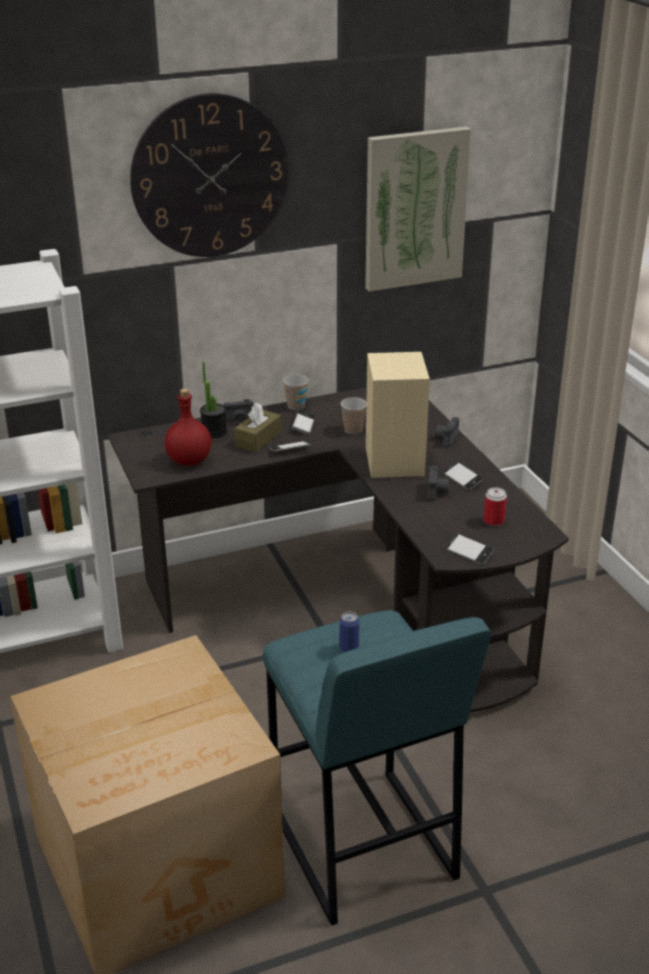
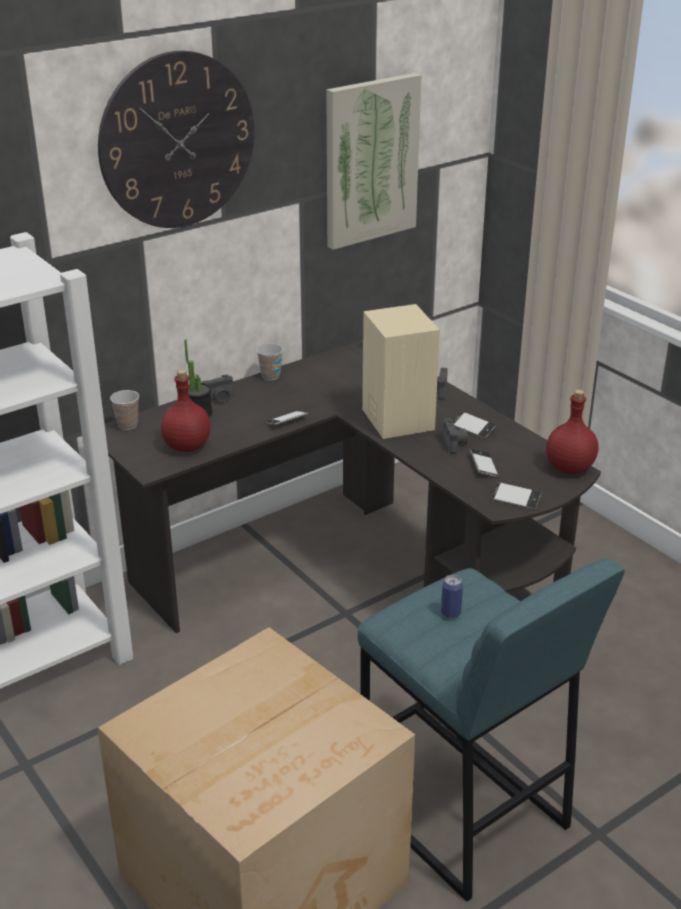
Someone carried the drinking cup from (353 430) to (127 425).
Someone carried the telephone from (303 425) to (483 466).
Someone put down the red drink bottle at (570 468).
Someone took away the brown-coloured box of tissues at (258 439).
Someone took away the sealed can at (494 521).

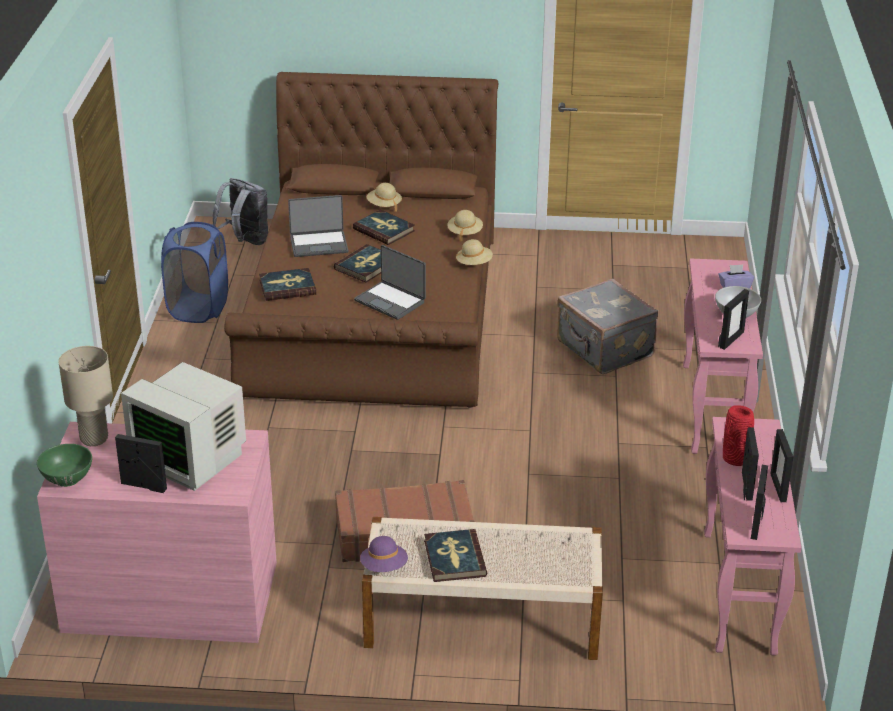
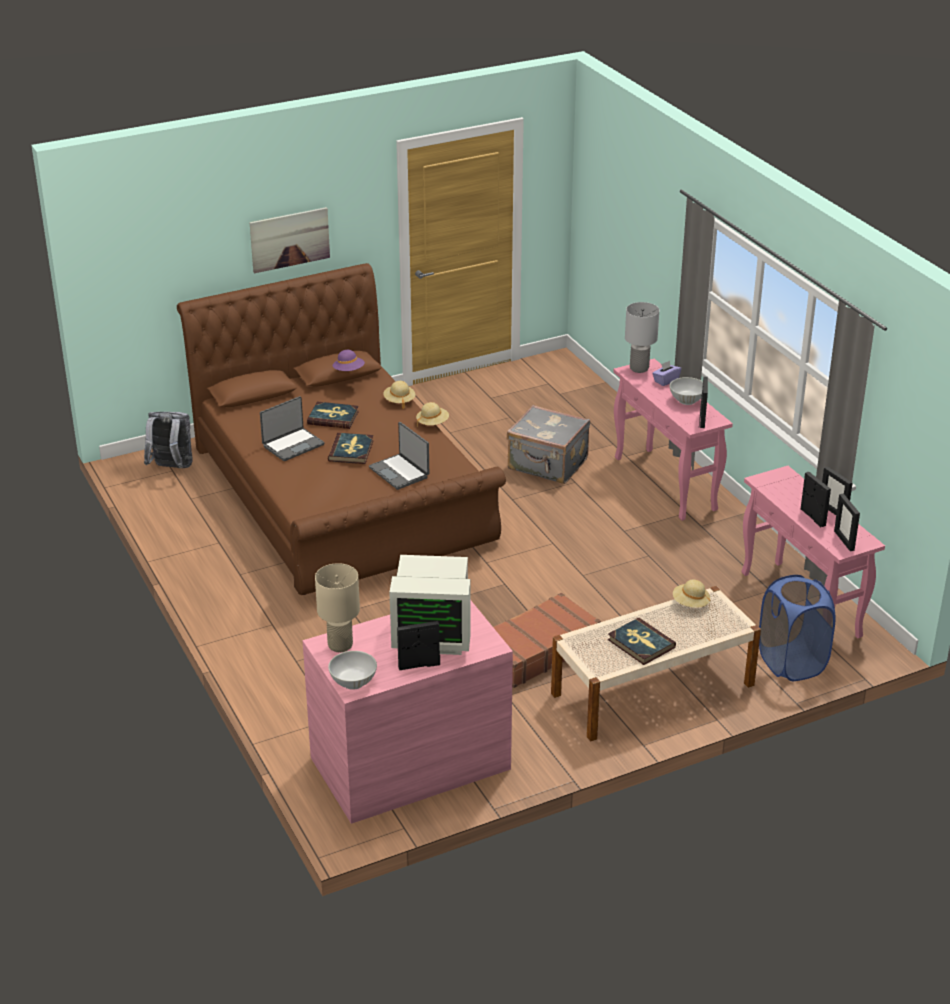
Someone put up the wall picture at (289 239).
Someone repainted the green-coloured deep dish at (67 478), which became the white deep dish at (353 682).
Someone carried the purple-coloured clothing hat from (384 567) to (349 371).
Someone rotated the portable computer at (391 301) by 45 degrees clockwise.
Someone put down the greyish table lamp at (639 370).
Someone carried the beige-coloured clothing hat from (384 205) to (690 603).
Someone carried the blue hamper from (198 308) to (791 663).
Someone took away the bound book at (287 287).
Someone took away the red decorative vase at (736 459).

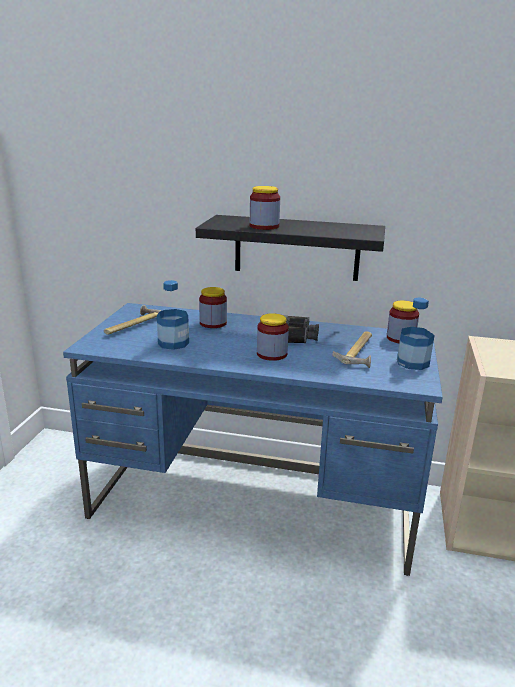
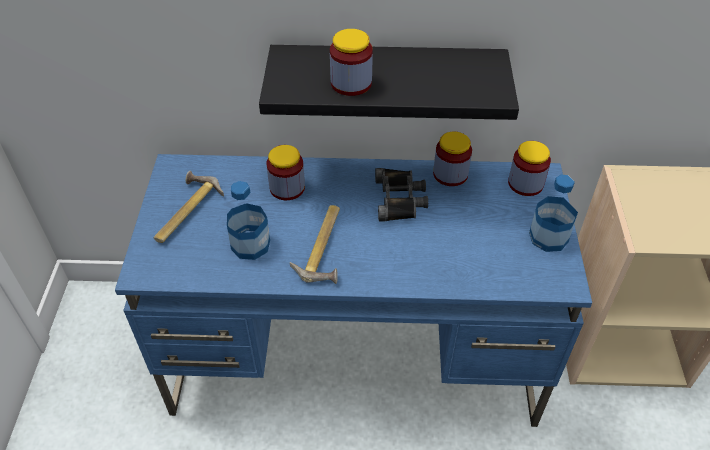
Someone carried the hammer from (360 352) to (326 247).
Someone carried the storage jar from (272 354) to (450 174).

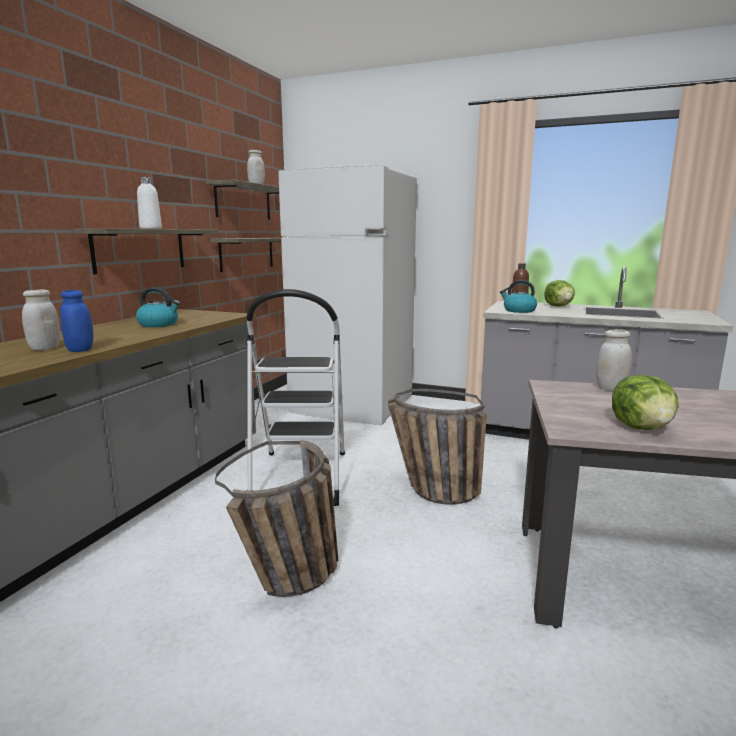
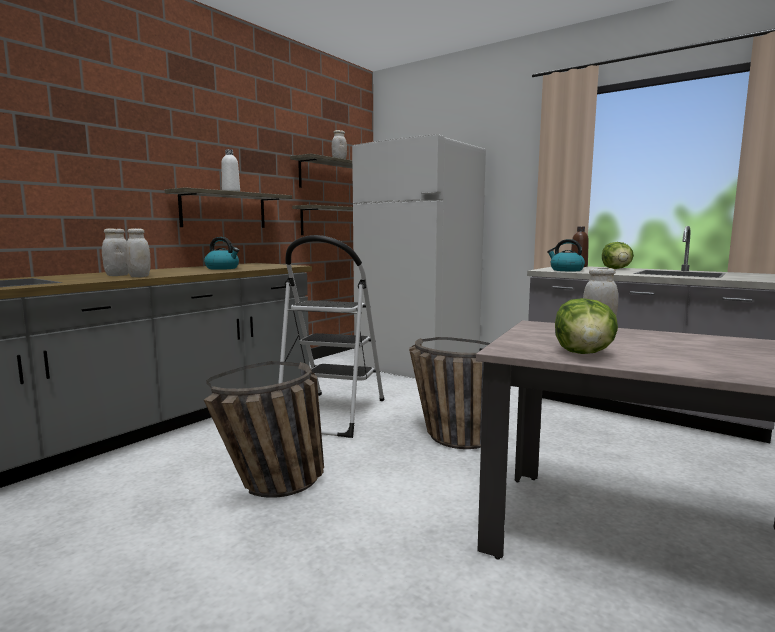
Someone repainted the blue storage jar at (80 350), which became the white storage jar at (140 276).

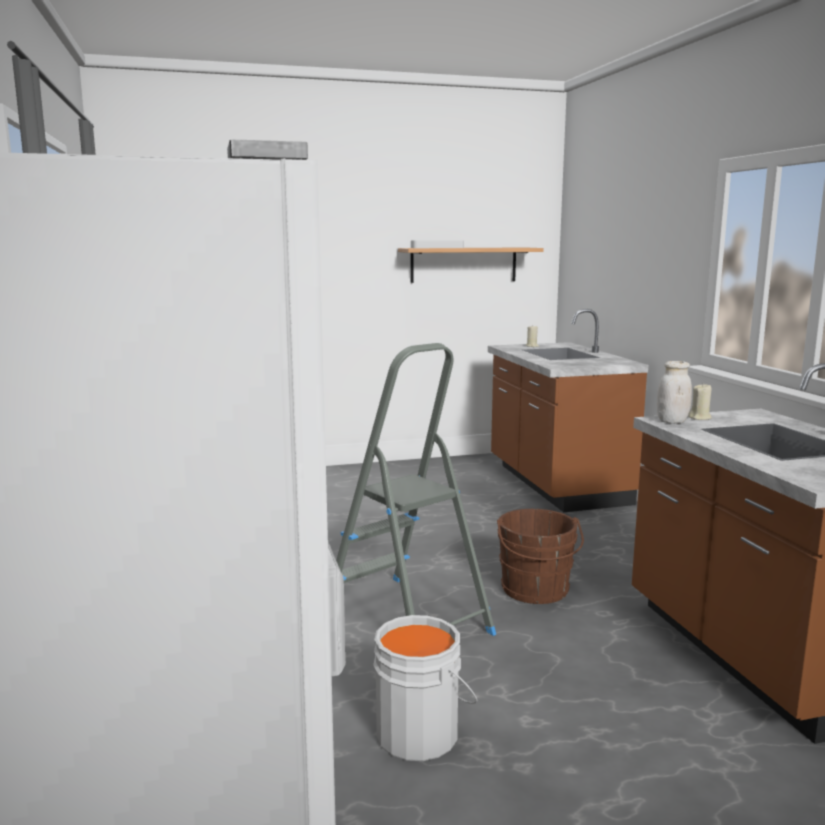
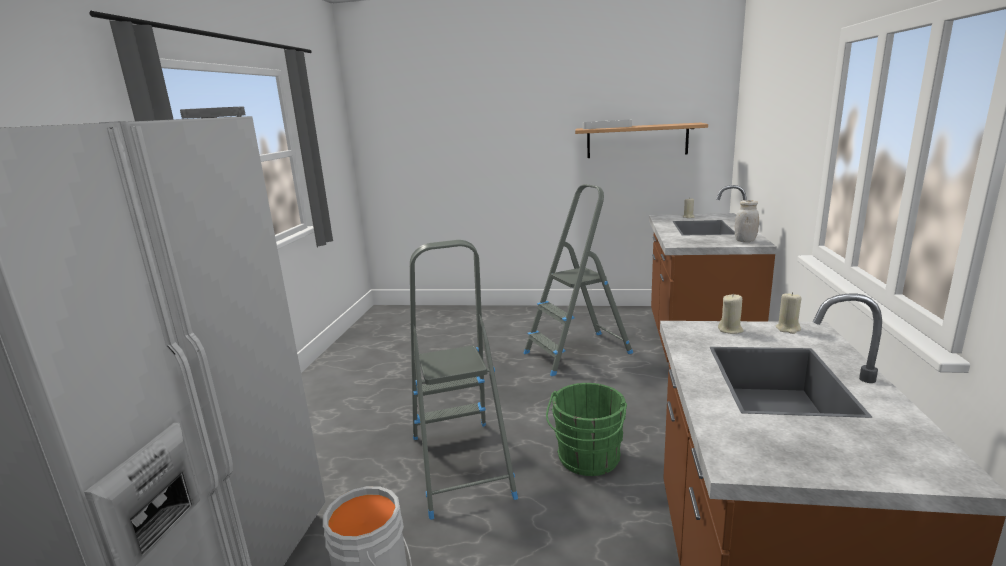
Someone put down the greyish step stool at (576 353).
Someone repainted the brown-coloured pail at (535 591), which became the green-coloured pail at (587 460).
Someone carried the white storage jar from (672 421) to (745 241).
Someone put down the beige-coloured wax light at (788 329).

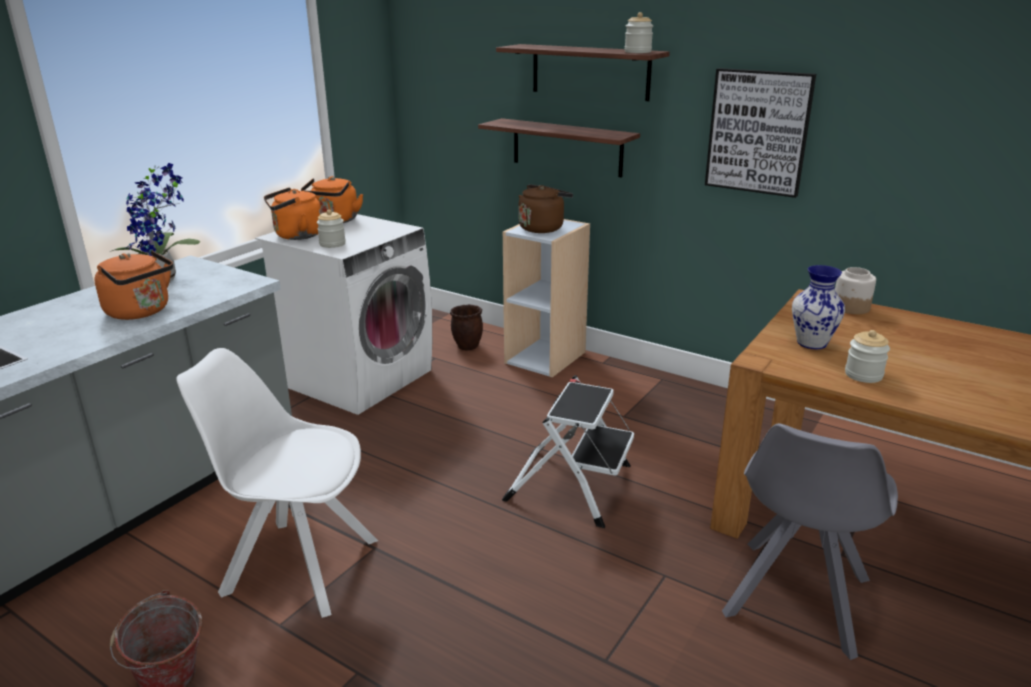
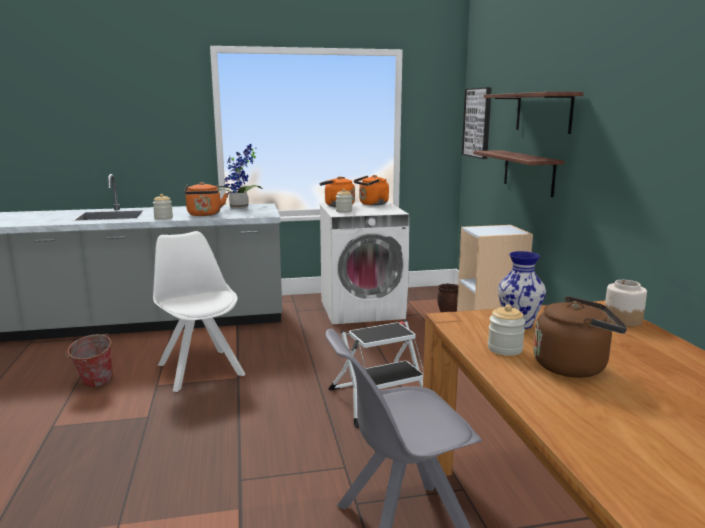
Someone carried the storage jar from (637 52) to (163 218).
Someone carried the wall picture from (758 132) to (477 122).
Someone carried the brown-coloured water kettle from (543 228) to (574 366).

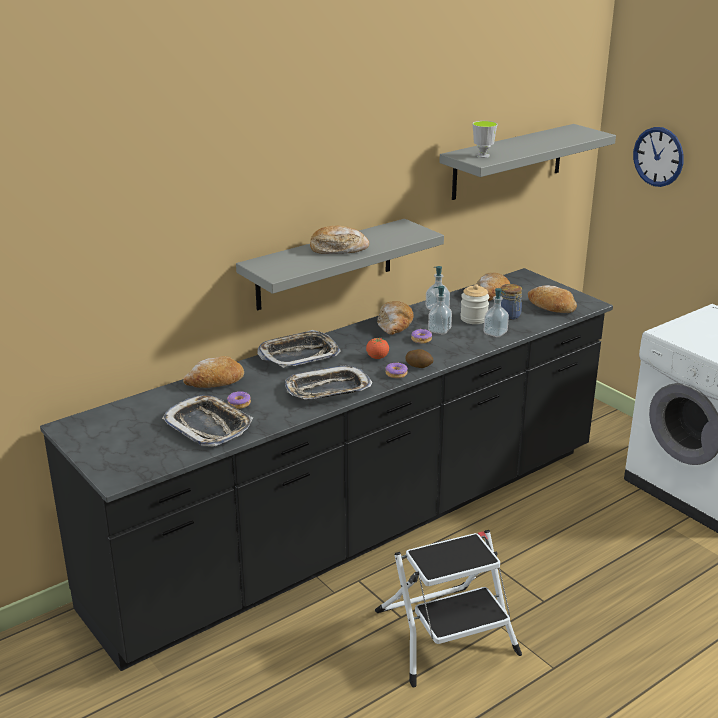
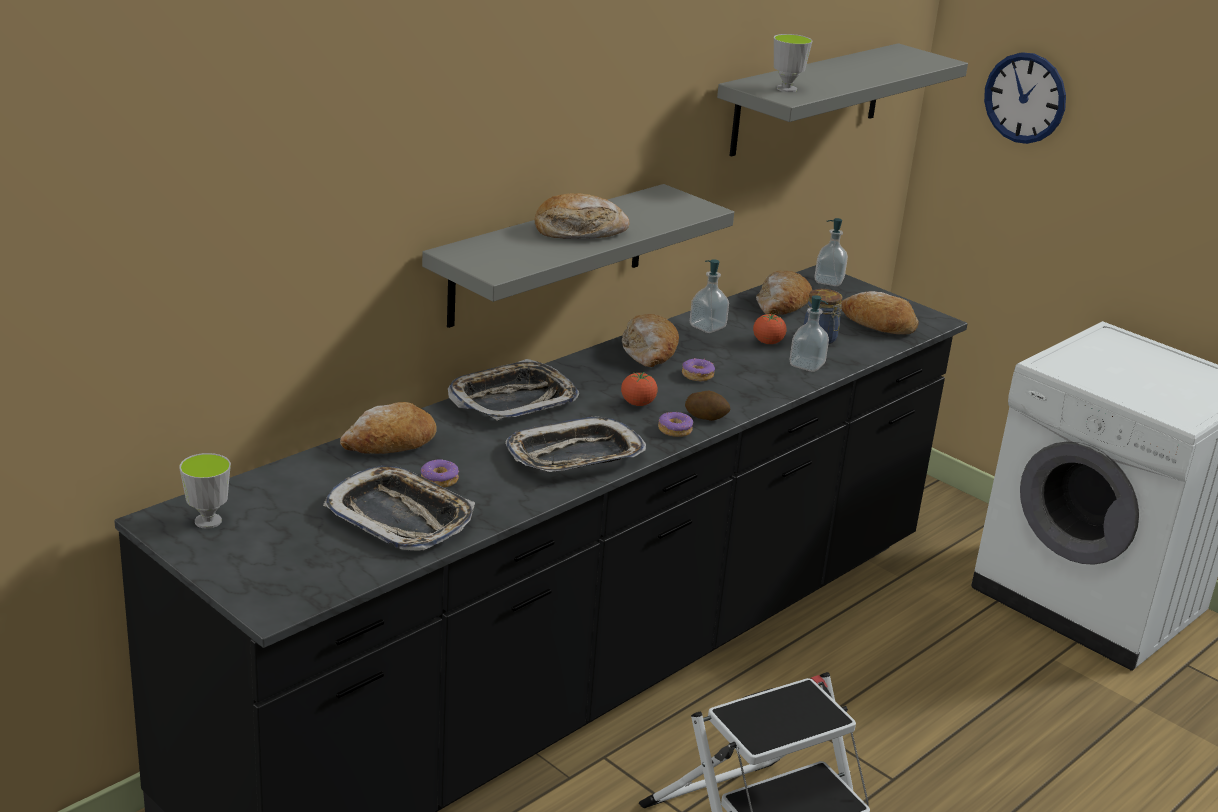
Someone put down the drinking cup at (208 521).
Someone swapped the storage jar at (474 319) for the whole tomato at (768 342).
Someone carried the soap bottle from (439 330) to (828 281).

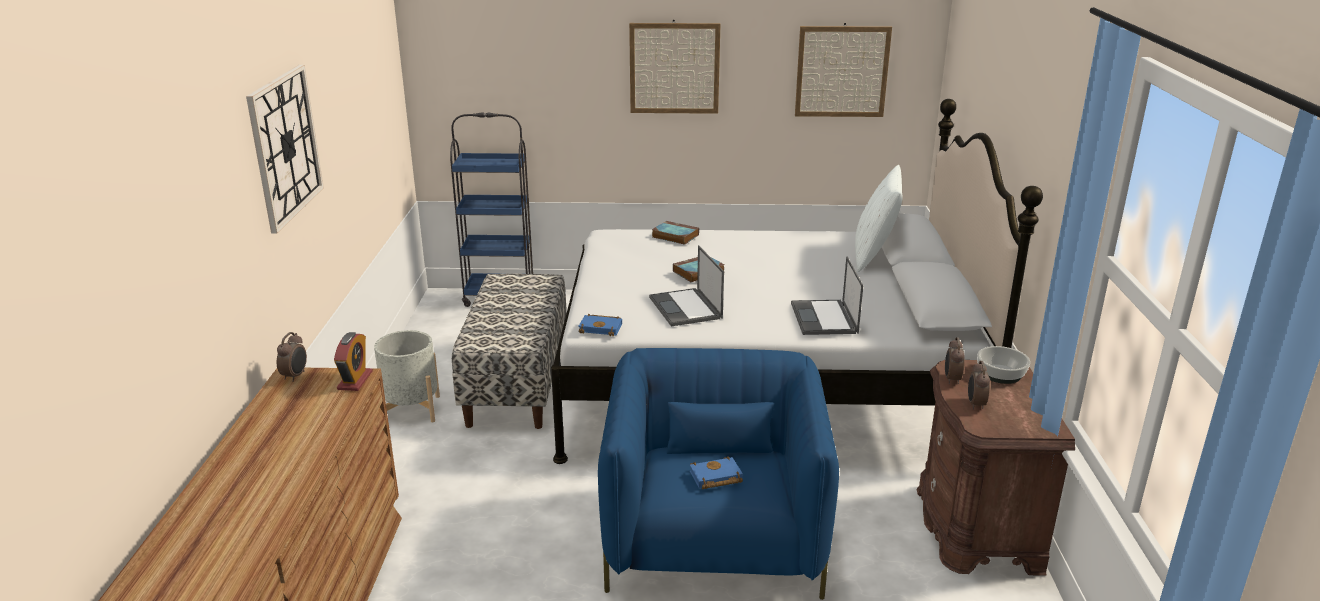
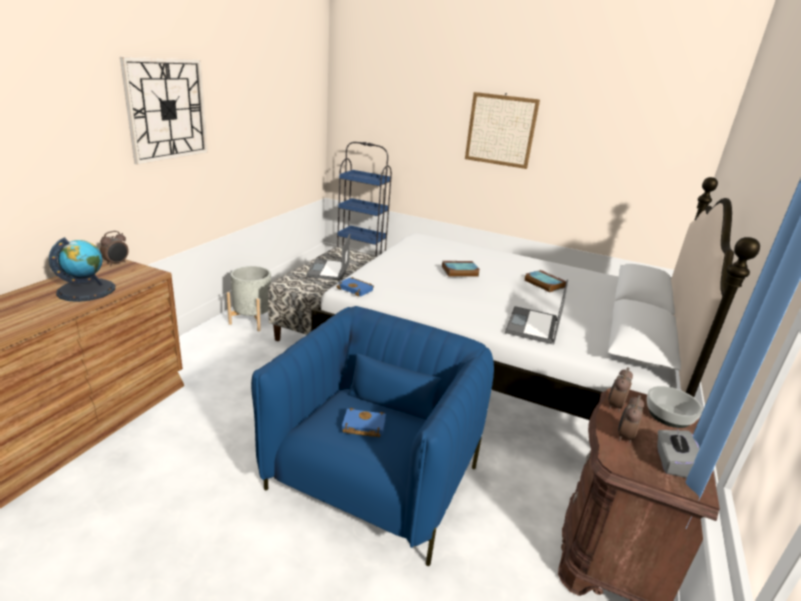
Someone put down the desk globe at (86 290).
Someone carried the portable computer from (686 308) to (328 270).
Someone carried the bound book from (674 236) to (543 283).
Someone put down the greyish box of tissues at (672 463).
Someone took away the alarm clock at (355 380).
Someone took away the wall picture at (842 70).
Someone took away the white throw pillow at (874 256).

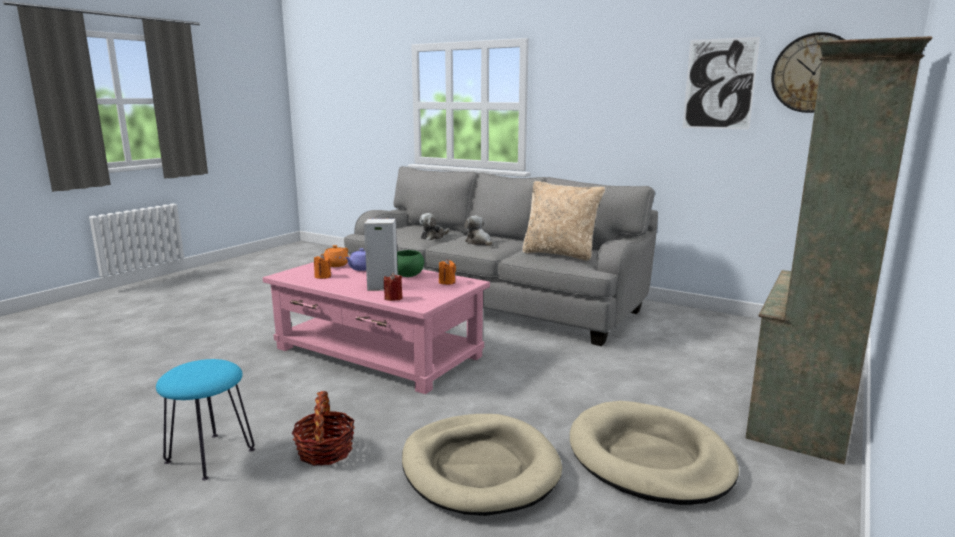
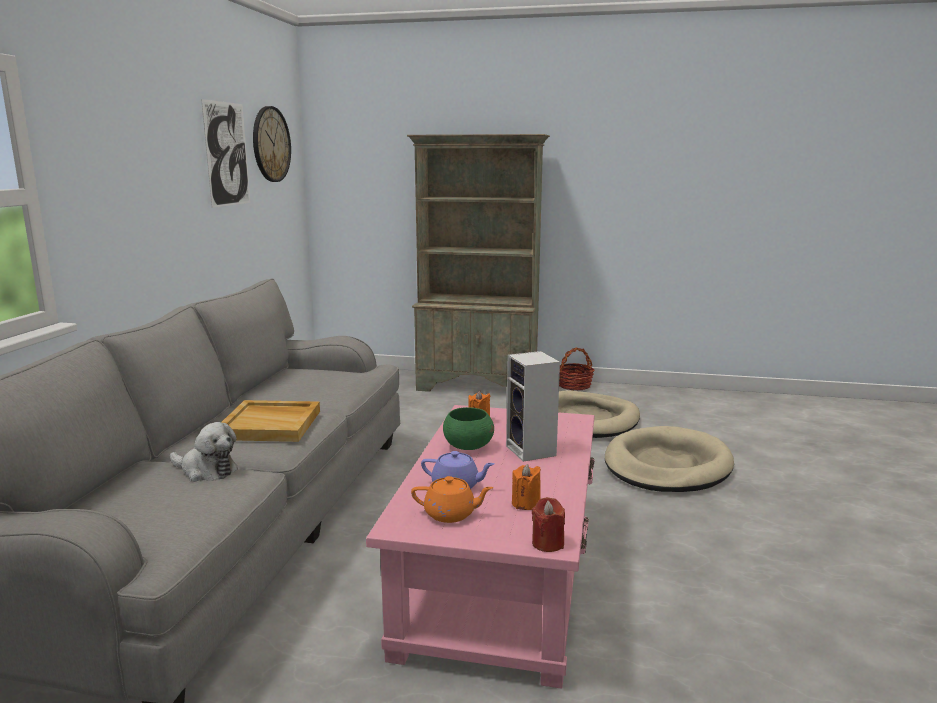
Someone swapped the cuddly toy at (479 243) for the beige-coloured carrying tray at (271 424).
Someone carried the red wax light from (393 298) to (547 543).
Someone carried the household basket from (325 451) to (574 385).
Someone took away the turquoise stool at (210 456).
Someone took away the beige-coloured throw pillow at (560 255).

